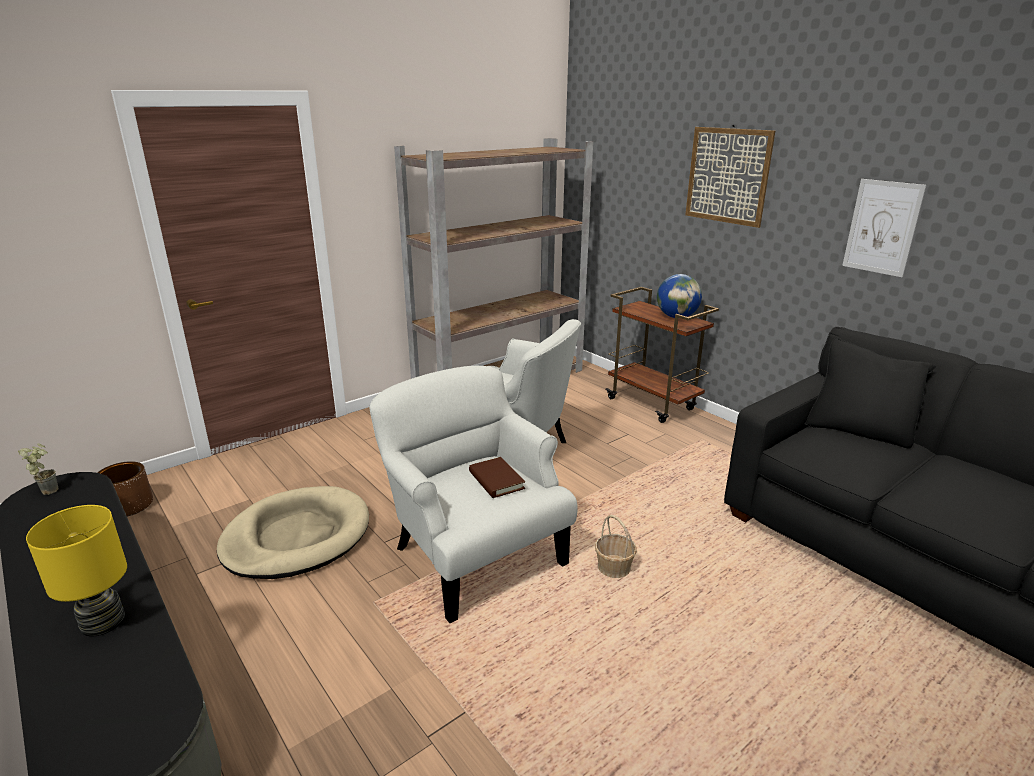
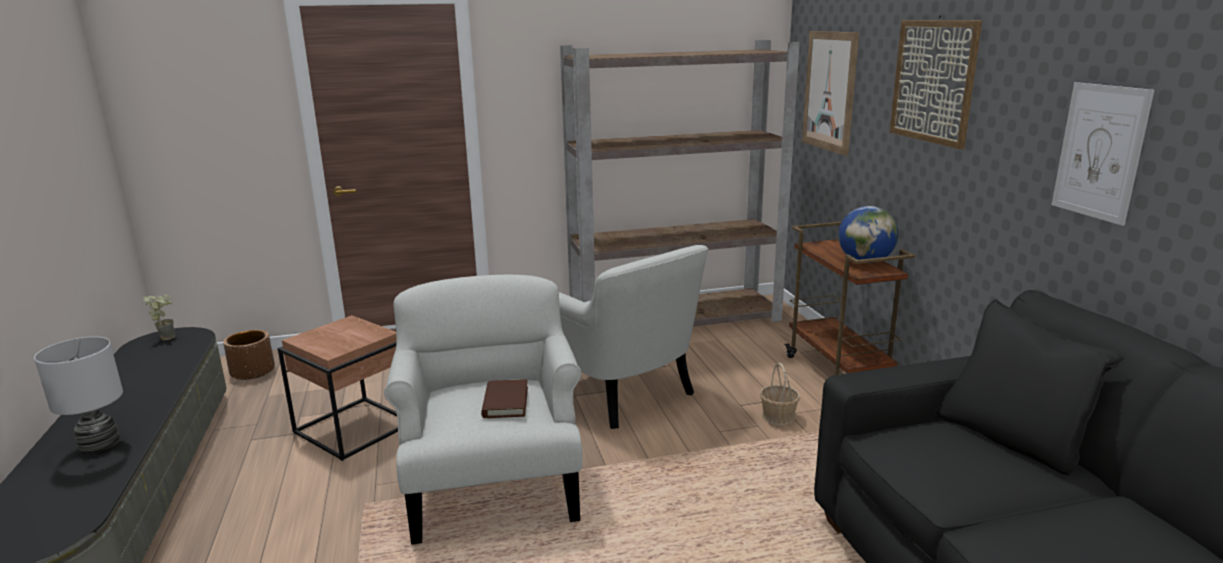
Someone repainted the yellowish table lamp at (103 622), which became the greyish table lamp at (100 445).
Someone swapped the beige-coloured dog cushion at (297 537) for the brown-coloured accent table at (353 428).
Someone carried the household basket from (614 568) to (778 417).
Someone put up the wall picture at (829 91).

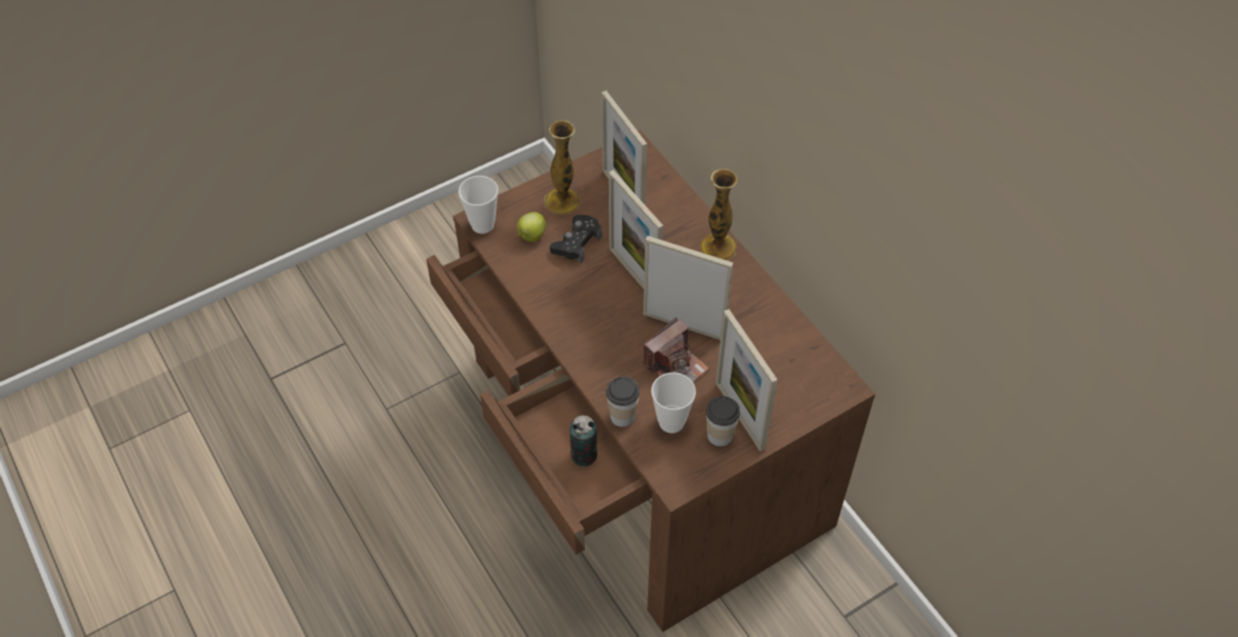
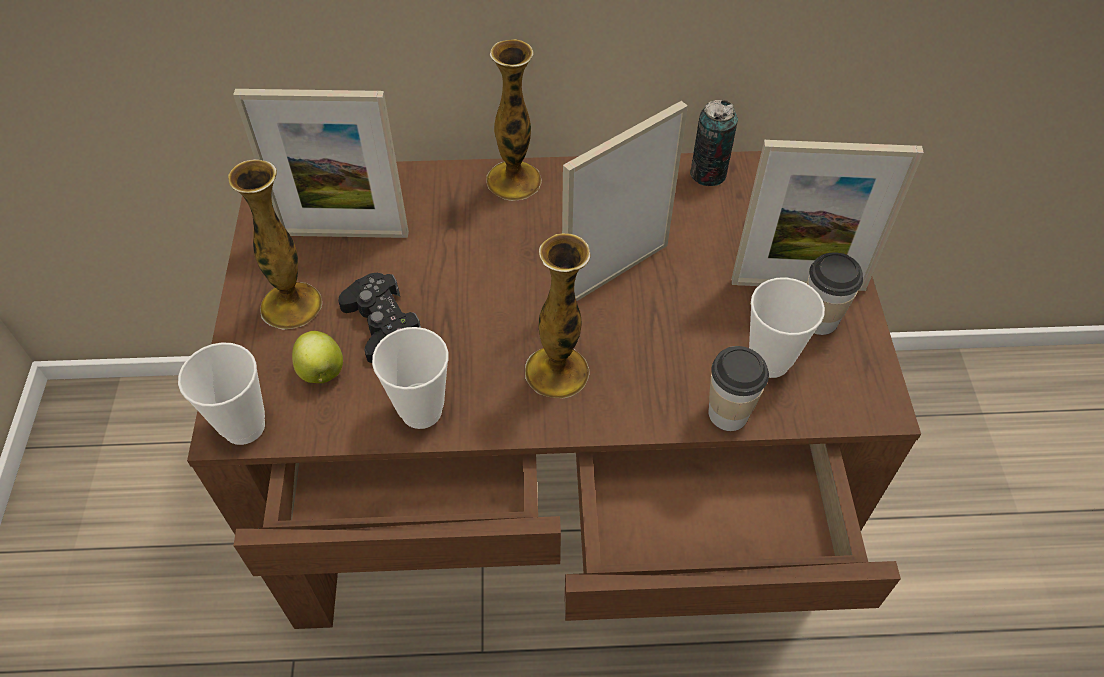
Someone put down the drinking cup at (421 411).
Someone put down the decorative vase at (556 372).
Someone carried the sealed can from (584 455) to (708 174).
Someone took away the picture frame at (634 274).
Someone took away the still camera at (675 366).

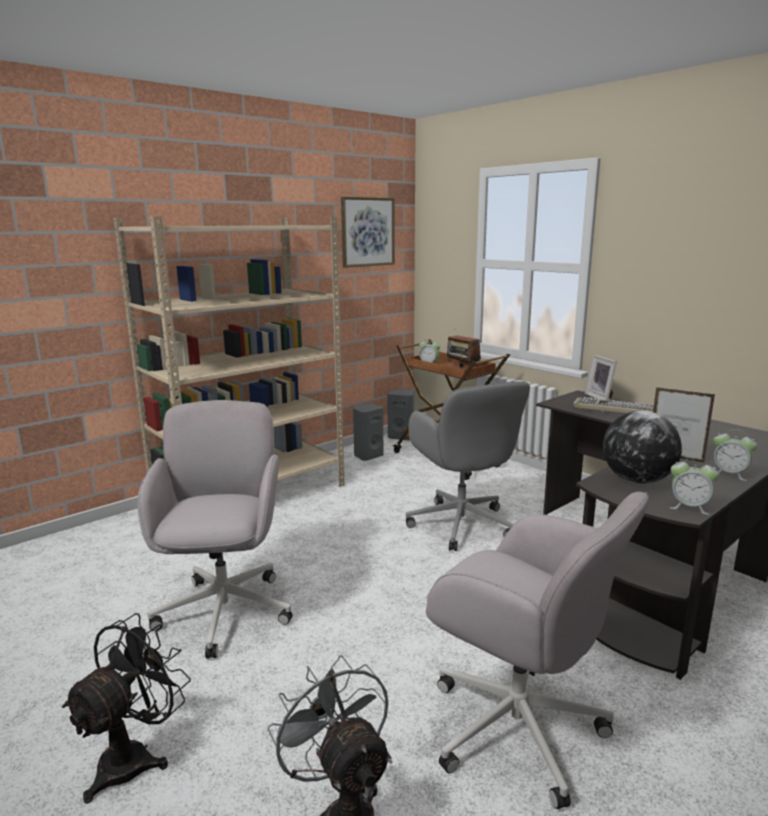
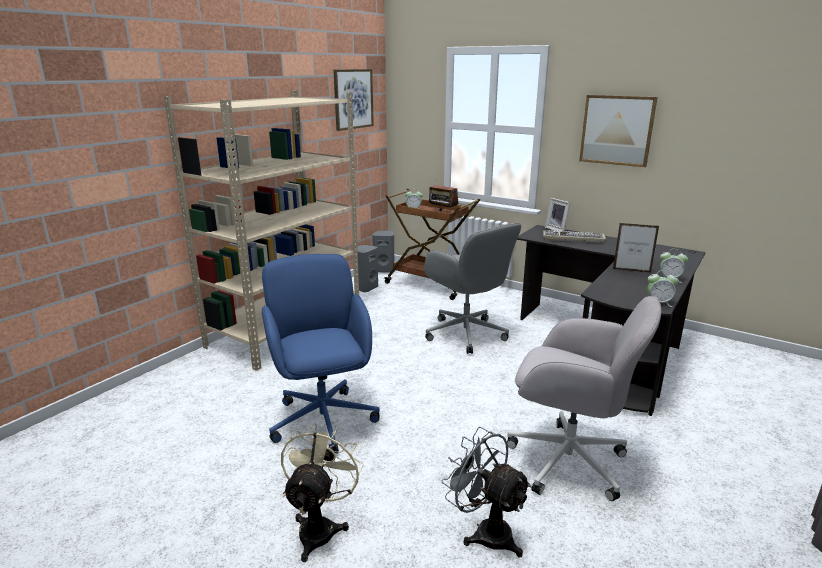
Someone repainted the greyish desk chair at (226 611), which became the blue desk chair at (323 420).
Someone repainted the black-coloured electric fan at (135 757), which became the beige-coloured electric fan at (320 527).
Someone put up the wall picture at (617 130).
Someone took away the desk globe at (637 480).

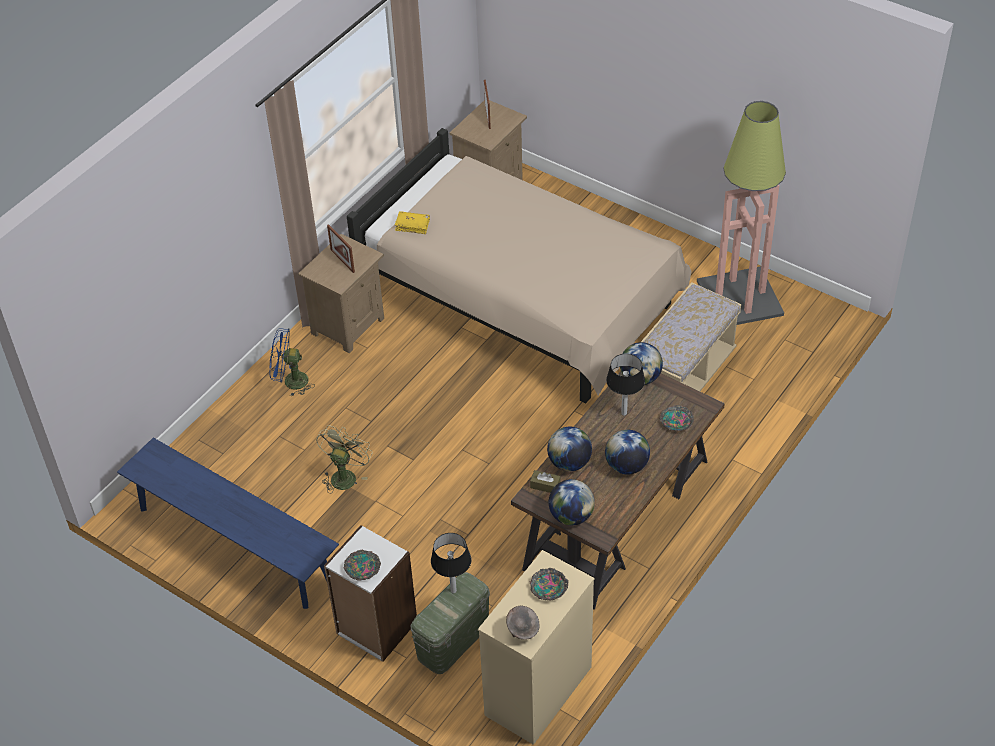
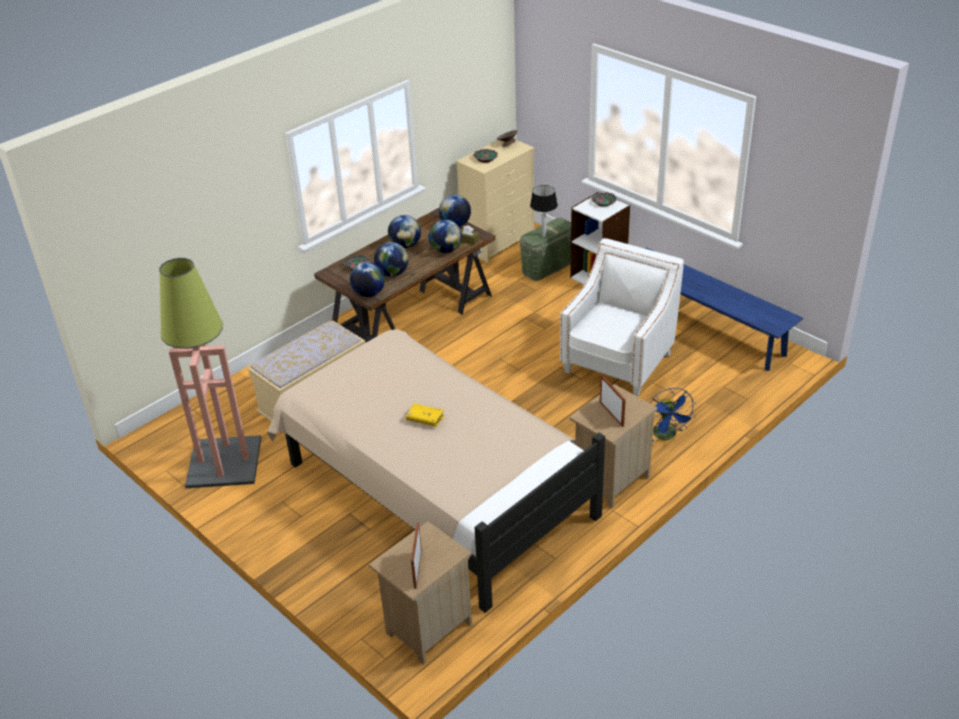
Someone swapped the table lamp at (624 413) for the desk globe at (392 273).
Someone carried the yellowish bound book from (412 225) to (425 419).
Someone swapped the green-coloured electric fan at (344 475) for the white easy chair at (618 362).
Someone rotated the blue electric fan at (290 381) by 60 degrees clockwise.

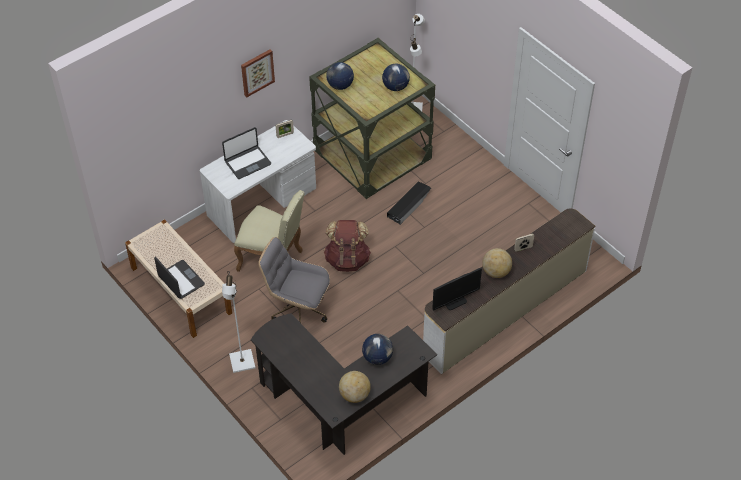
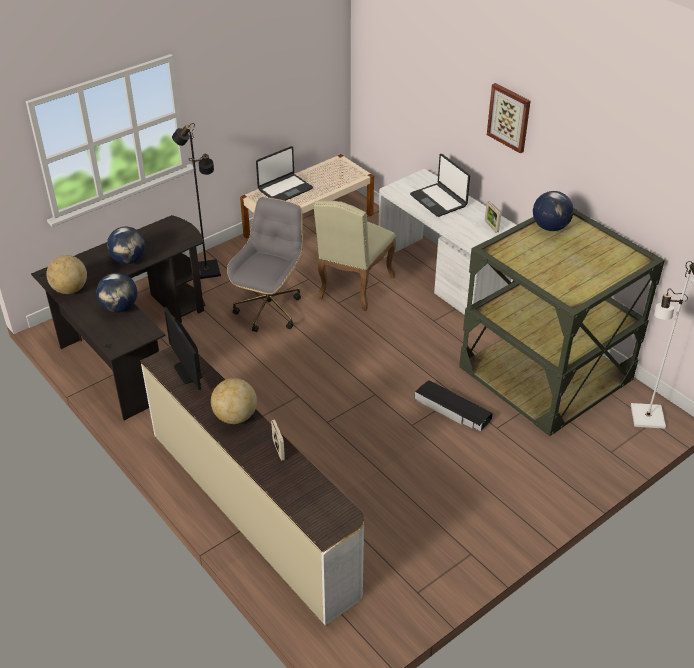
Someone carried the desk globe from (396 87) to (128 260).
Someone repainted the white floor lamp at (242 361), which became the black-coloured floor lamp at (206 270).
Someone took away the brown-coloured knapsack at (347 259).

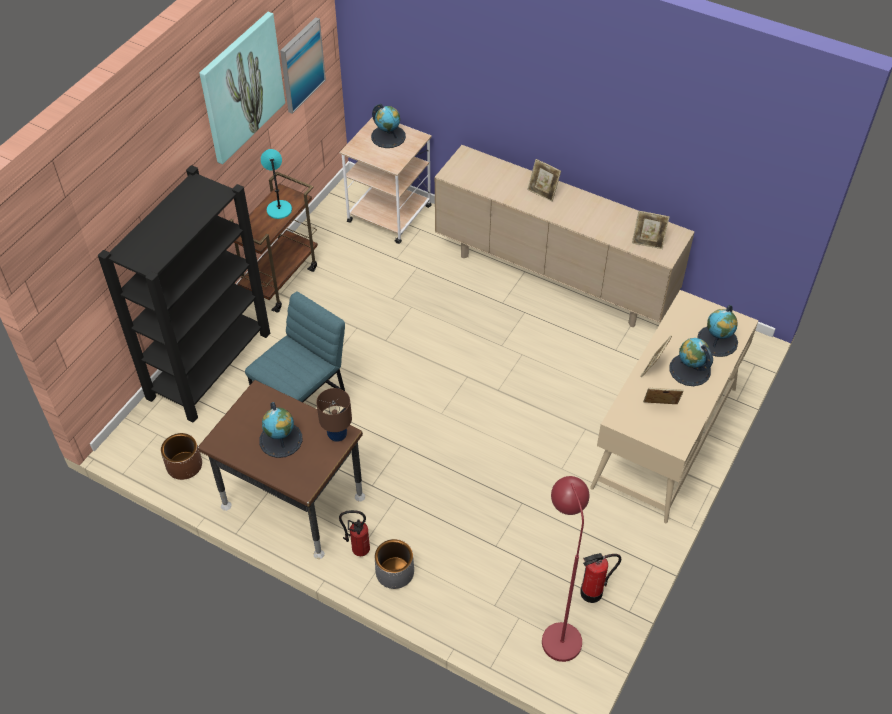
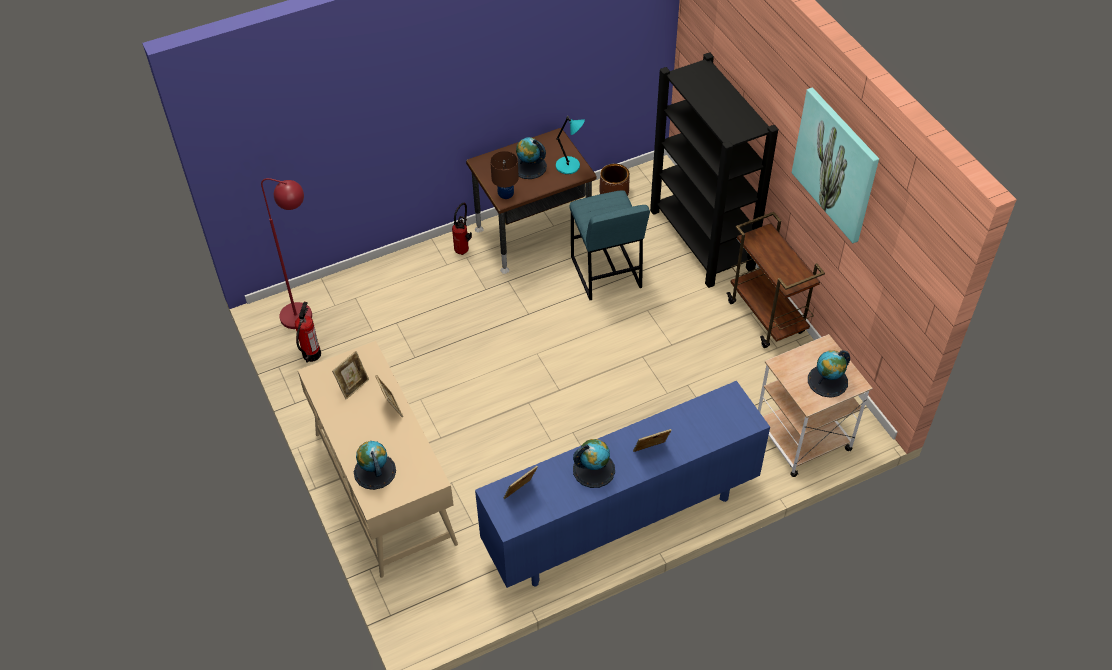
Someone repainted the beige-coloured cupboard at (554 277), which became the blue cupboard at (621 523).
Someone carried the turquoise table lamp from (279 209) to (569 166).
Someone carried the desk globe from (689 370) to (594 469).
Someone took away the wall picture at (301 65).
Someone took away the greyish flower pot at (395 572).

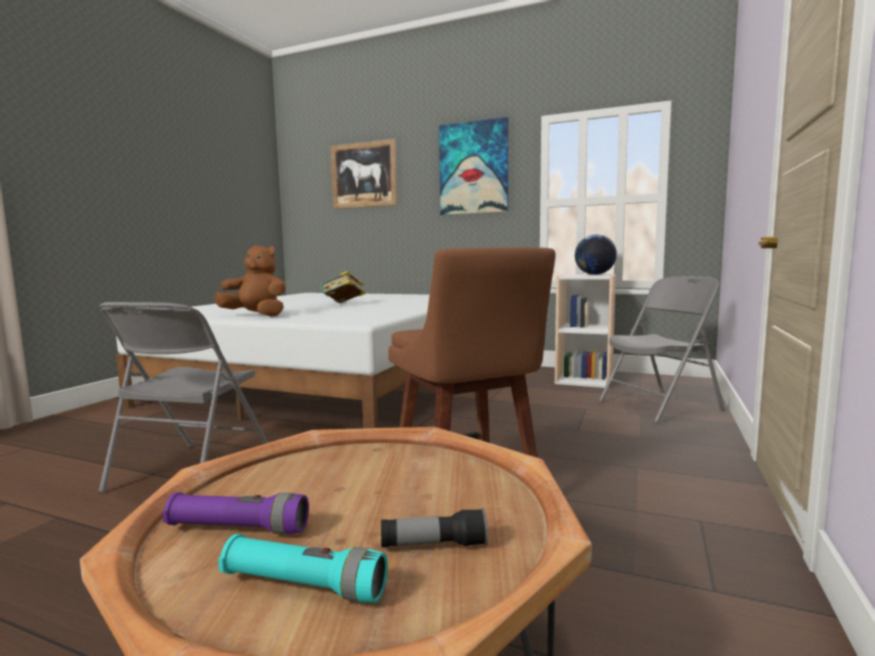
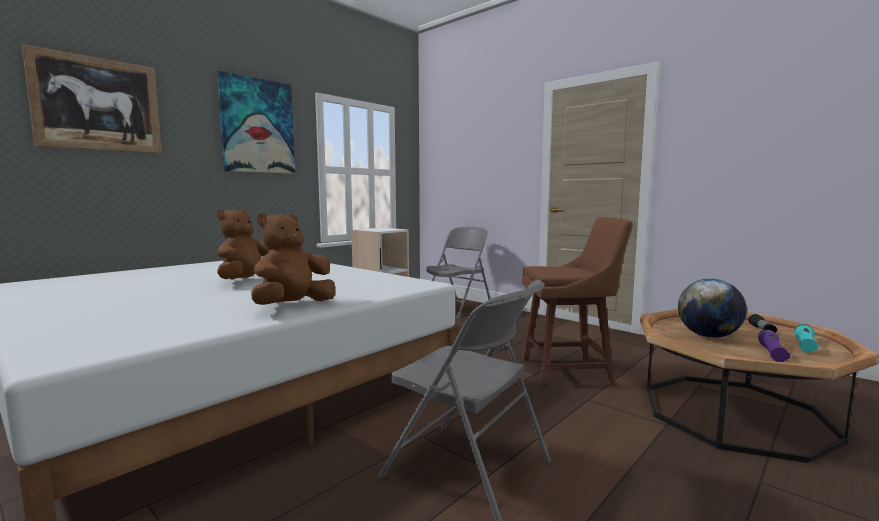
Someone swapped the bound book at (344 304) for the brown-coloured cuddly toy at (247 281).
Someone rotated the greyish plain chair at (659 406) by 45 degrees clockwise.
Someone carried the desk globe from (595 274) to (708 336).

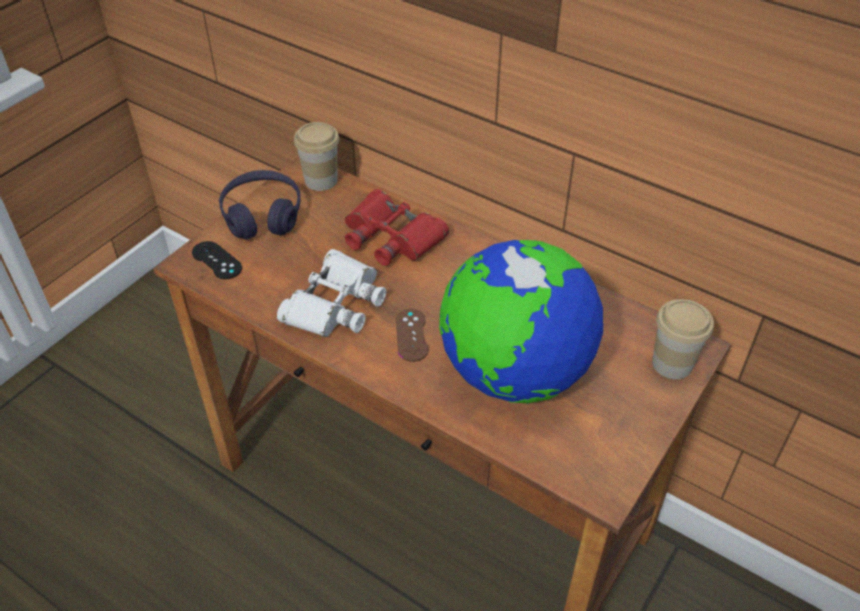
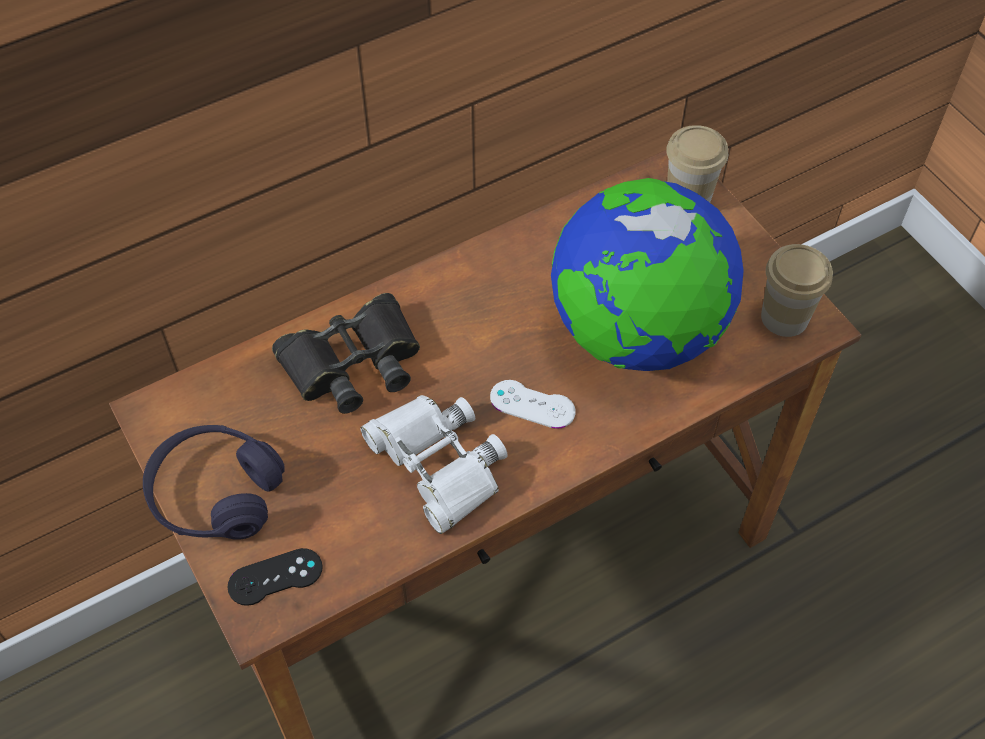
Someone repainted the red pair of binoculars at (391 236), which became the black-coloured pair of binoculars at (353 362).
Someone repainted the brown-coloured gamepad at (411 335), which became the white gamepad at (532 404).
Someone carried the drinking cup from (321 180) to (784 317).

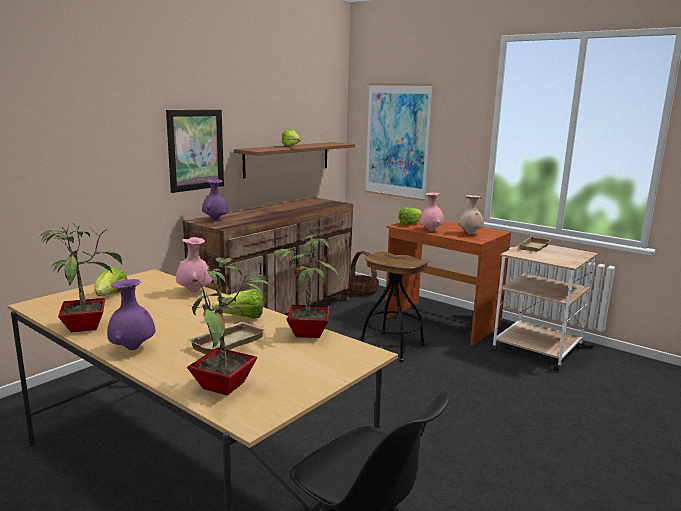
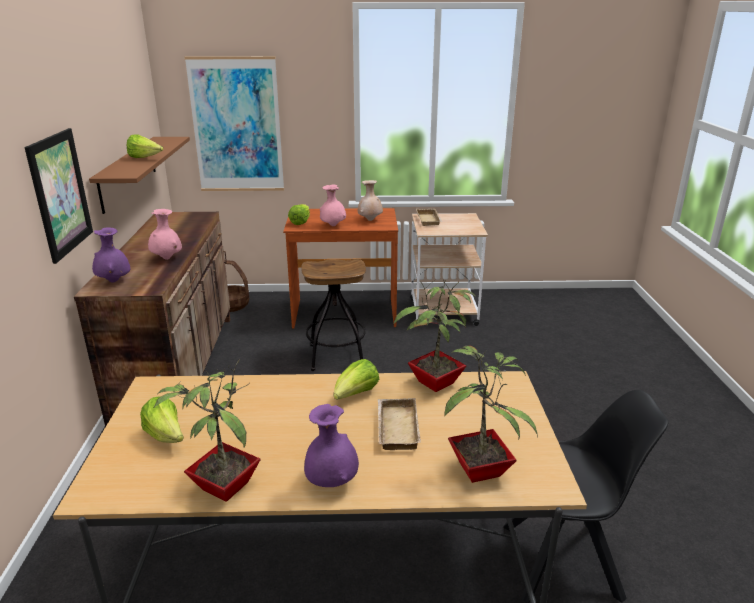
Someone carried the pink-coloured decorative vase from (194 292) to (167 258).

